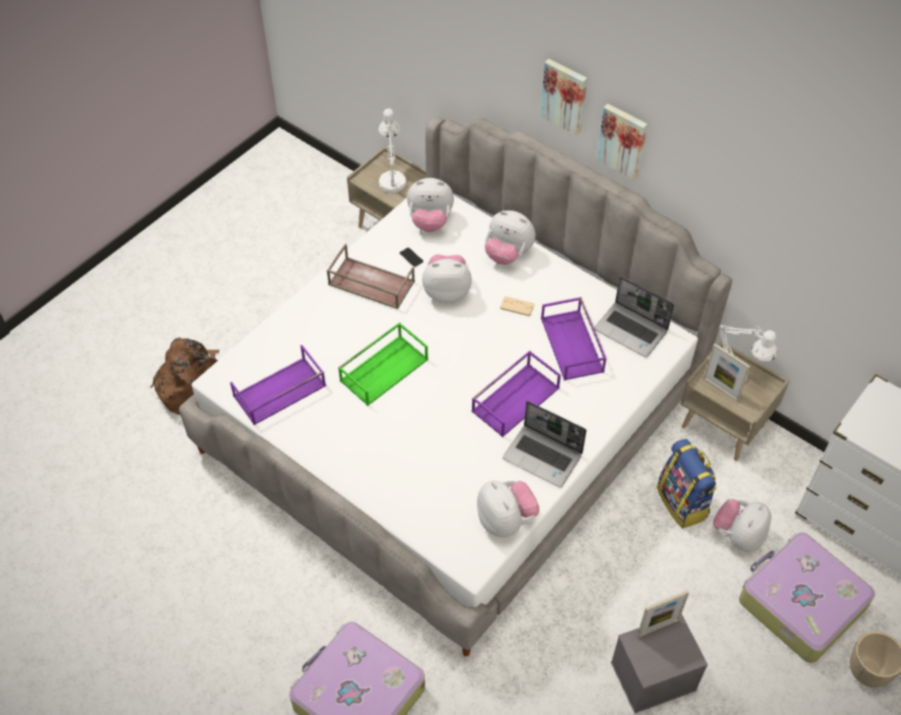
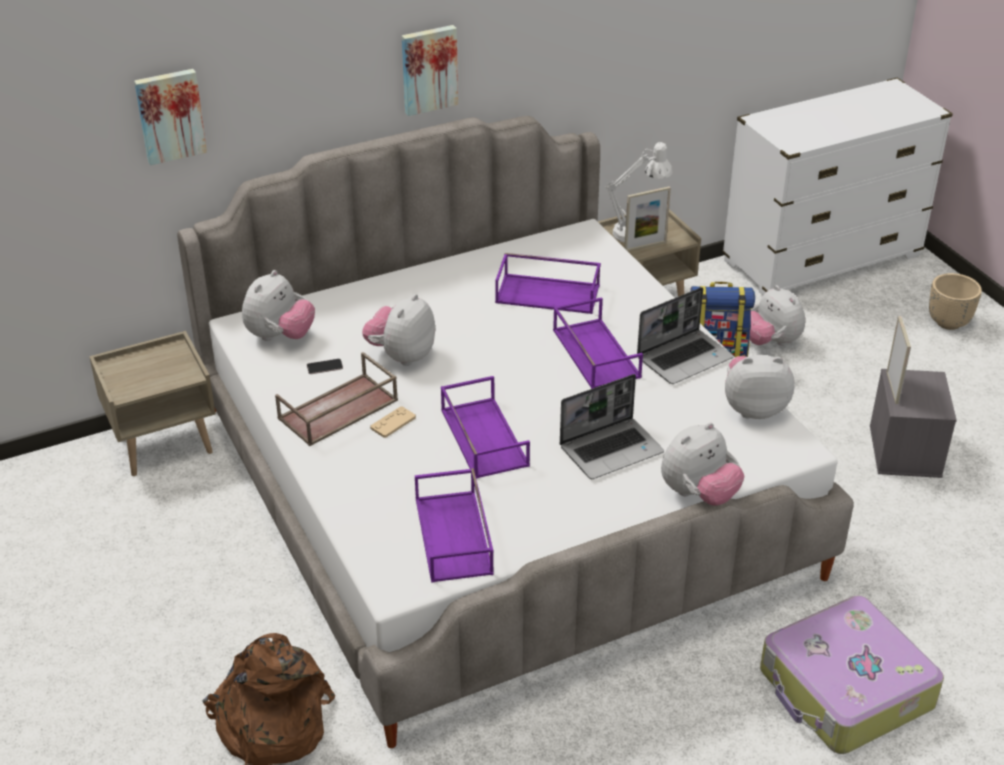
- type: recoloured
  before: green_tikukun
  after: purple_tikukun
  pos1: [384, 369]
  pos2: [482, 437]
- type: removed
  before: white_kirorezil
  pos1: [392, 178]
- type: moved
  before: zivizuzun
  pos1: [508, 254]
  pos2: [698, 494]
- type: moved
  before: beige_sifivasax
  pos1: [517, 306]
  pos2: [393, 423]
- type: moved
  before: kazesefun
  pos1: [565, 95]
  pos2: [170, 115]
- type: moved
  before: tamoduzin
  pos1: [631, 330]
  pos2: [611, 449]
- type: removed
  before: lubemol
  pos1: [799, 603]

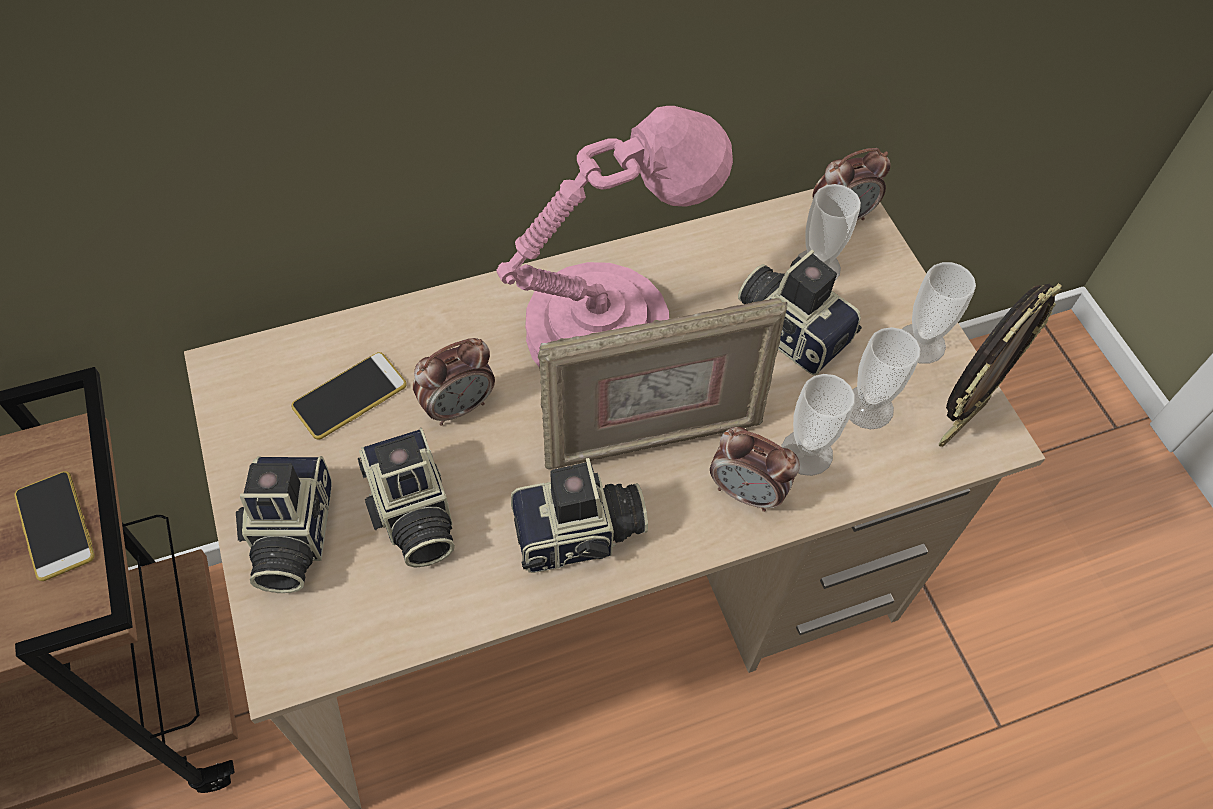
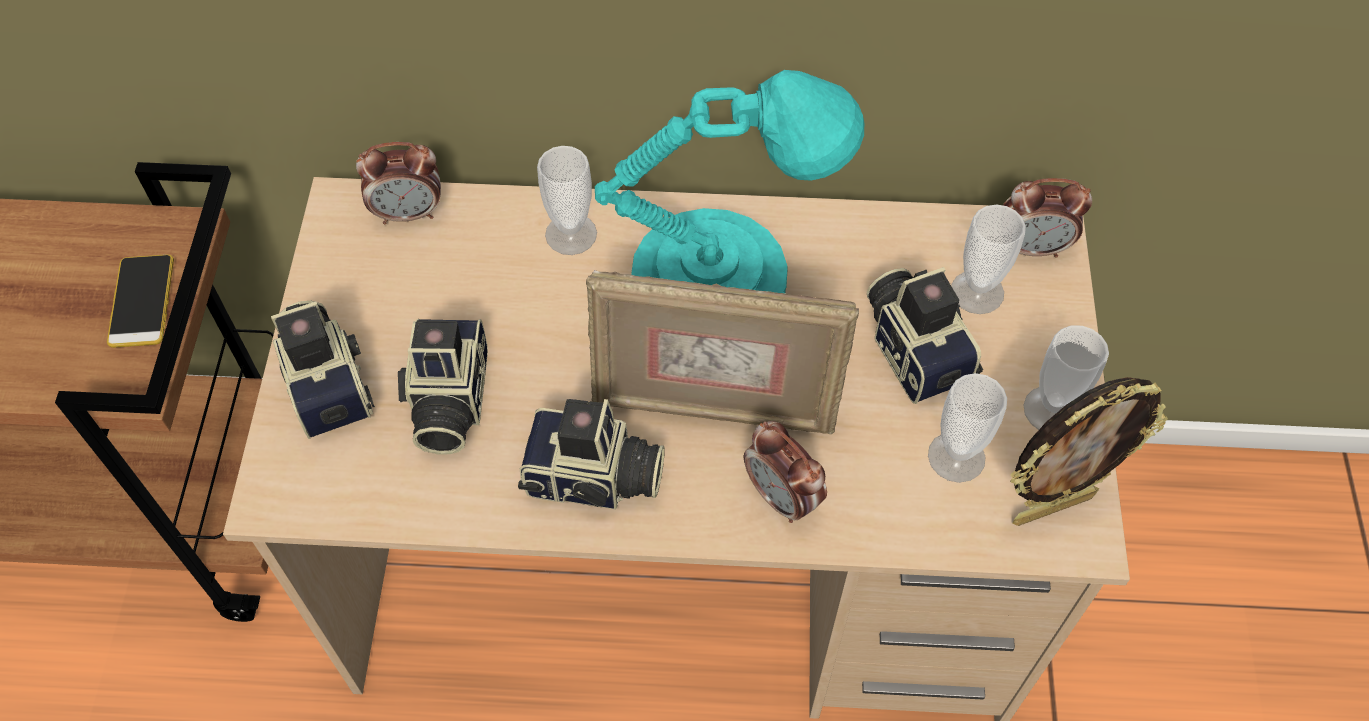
- type: turned
  before: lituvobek
  pos1: [290, 536]
  pos2: [329, 382]
  turn: 135
- type: removed
  before: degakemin
  pos1: [349, 396]
- type: moved
  before: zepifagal
  pos1: [458, 406]
  pos2: [409, 213]
- type: recoloured
  before: pink_kirorezil
  after: turquoise_kirorezil
  pos1: [608, 328]
  pos2: [723, 284]
- type: moved
  before: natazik
  pos1: [806, 453]
  pos2: [571, 234]

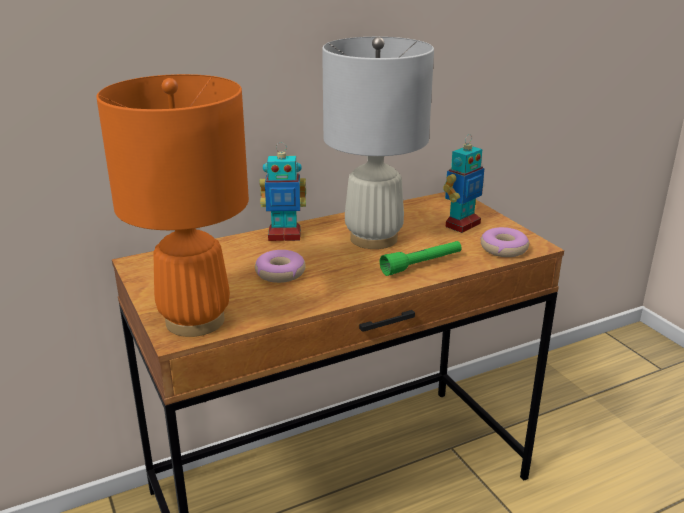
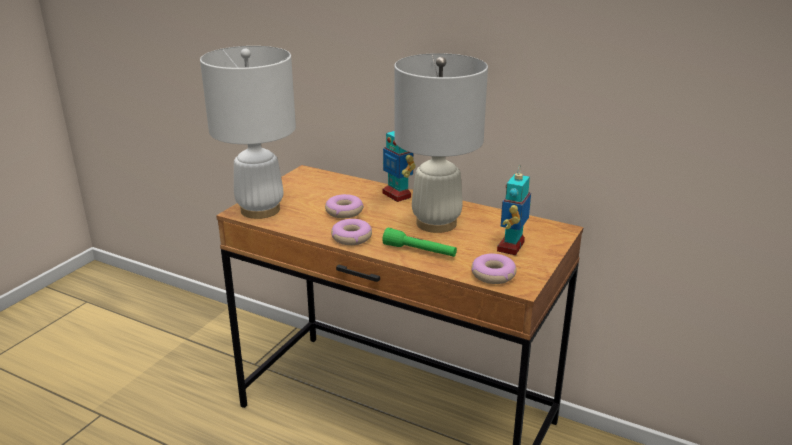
- type: recoloured
  before: orange_kirorezil
  after: white_kirorezil
  pos1: [195, 320]
  pos2: [260, 210]
- type: turned
  before: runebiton
  pos1: [462, 225]
  pos2: [511, 247]
  turn: 105
- type: added
  after: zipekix
  pos2: [351, 237]

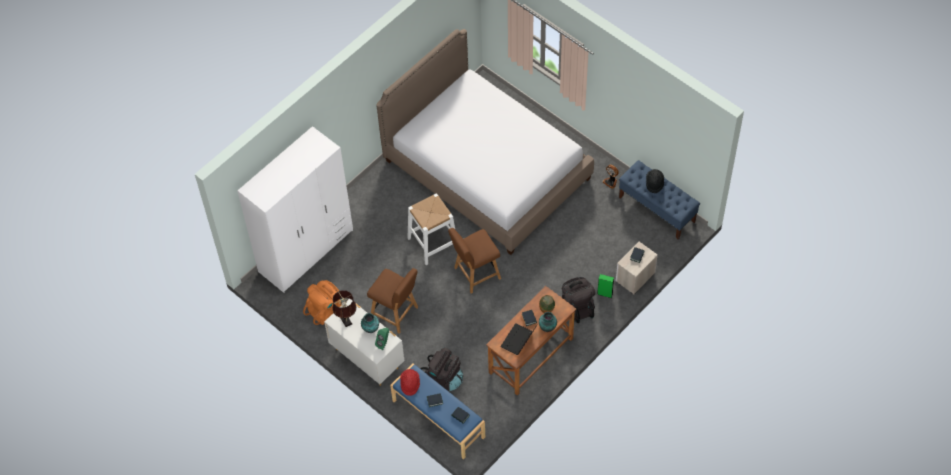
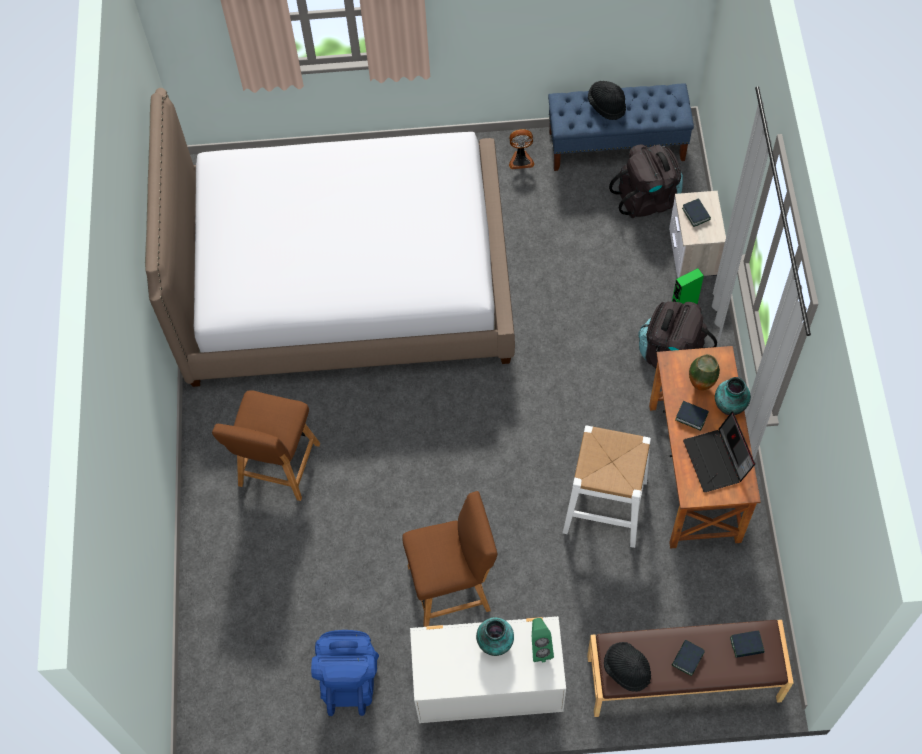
- type: removed
  before: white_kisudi
  pos1: [306, 251]
- type: recoloured
  before: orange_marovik
  after: blue_marovik
  pos1: [326, 310]
  pos2: [349, 678]
- type: removed
  before: brown_kirorezil
  pos1: [346, 322]
- type: recoloured
  before: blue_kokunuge
  after: brown_kokunuge
  pos1: [438, 419]
  pos2: [683, 679]
- type: recoloured
  before: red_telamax
  after: black_telamax
  pos1: [410, 384]
  pos2: [627, 669]
- type: moved
  before: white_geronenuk
  pos1: [433, 243]
  pos2: [605, 506]
- type: moved
  before: black_marovik
  pos1: [444, 379]
  pos2: [647, 198]
- type: moved
  before: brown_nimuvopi
  pos1: [475, 274]
  pos2: [278, 468]

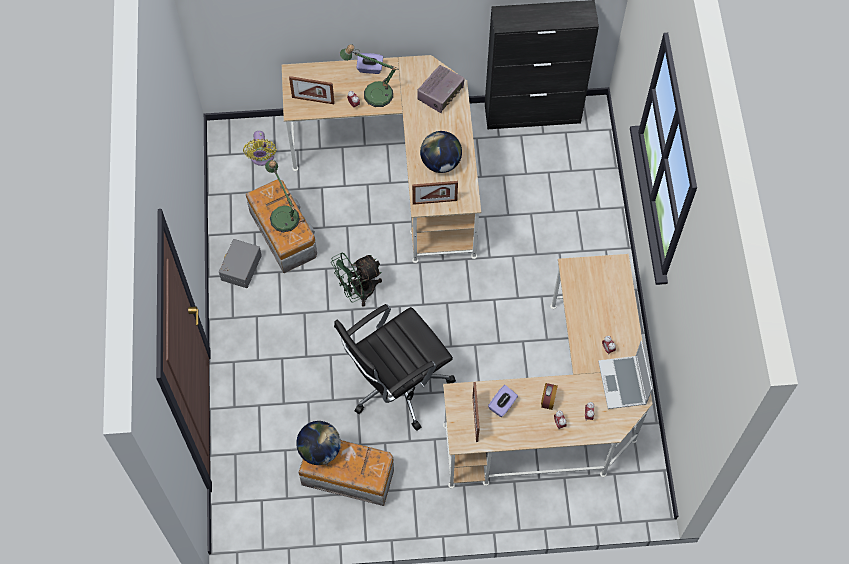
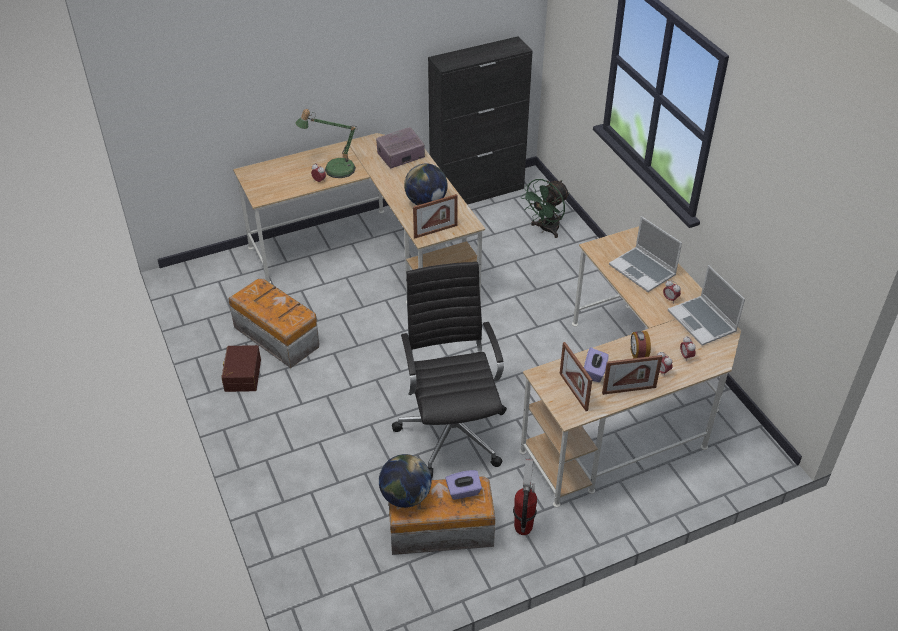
- type: recoloured
  before: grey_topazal
  after: brown_topazal
  pos1: [240, 267]
  pos2: [241, 375]
- type: removed
  before: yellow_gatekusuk
  pos1: [262, 158]
- type: removed
  before: kirorezil
  pos1: [283, 214]
- type: moved
  before: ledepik
  pos1: [313, 100]
  pos2: [629, 390]
- type: moved
  before: green_gatekusuk
  pos1: [358, 291]
  pos2: [545, 229]
- type: turned
  before: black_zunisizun
  pos1: [396, 384]
  pos2: [452, 430]
  turn: 135
- type: moved
  before: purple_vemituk
  pos1: [370, 68]
  pos2: [463, 491]
- type: turned
  before: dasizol
  pos1: [441, 94]
  pos2: [400, 156]
  turn: -135
- type: added
  after: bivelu
  pos2: [523, 527]
- type: added
  after: tamoduzin
  pos2: [643, 270]

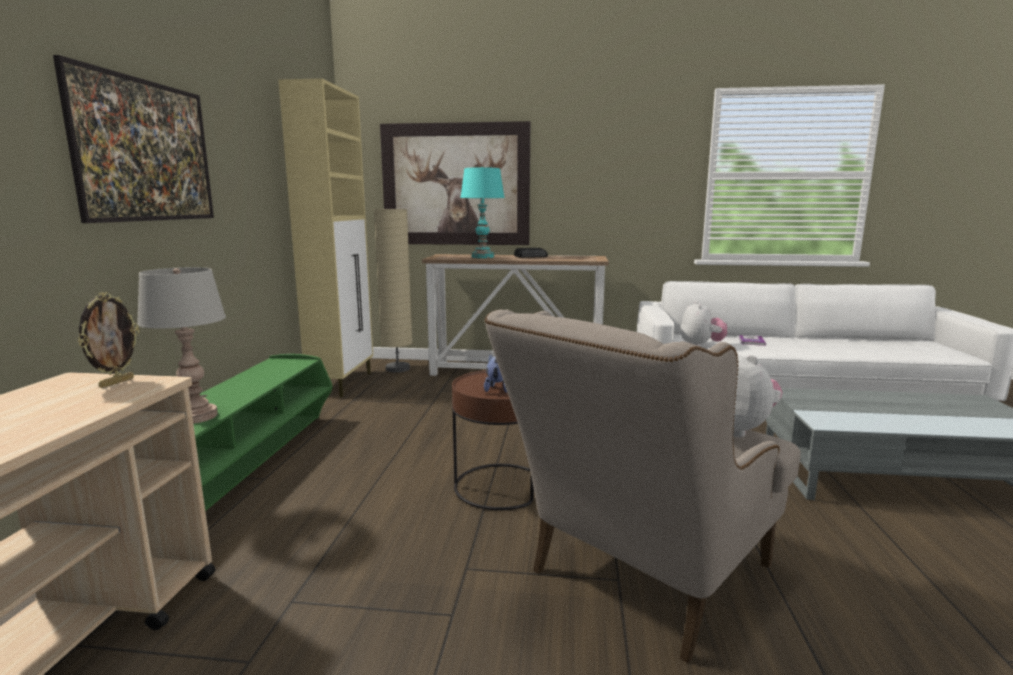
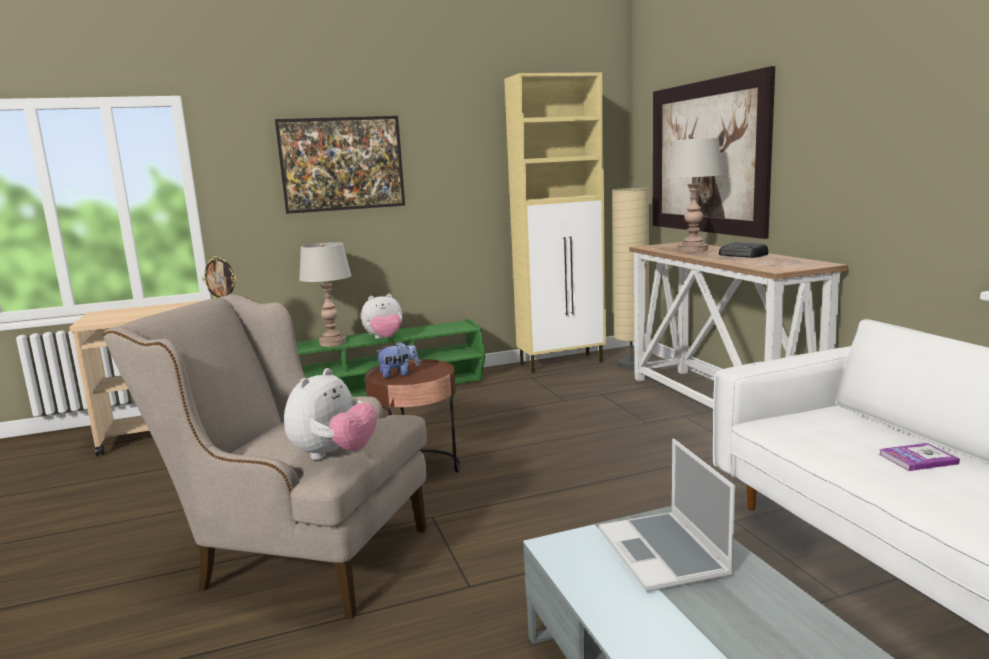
- type: recoloured
  before: turquoise_kirorezil
  after: grey_kirorezil
  pos1: [483, 257]
  pos2: [693, 250]
- type: moved
  before: zivizuzun
  pos1: [701, 345]
  pos2: [384, 338]
- type: added
  after: tamoduzin
  pos2: [665, 554]

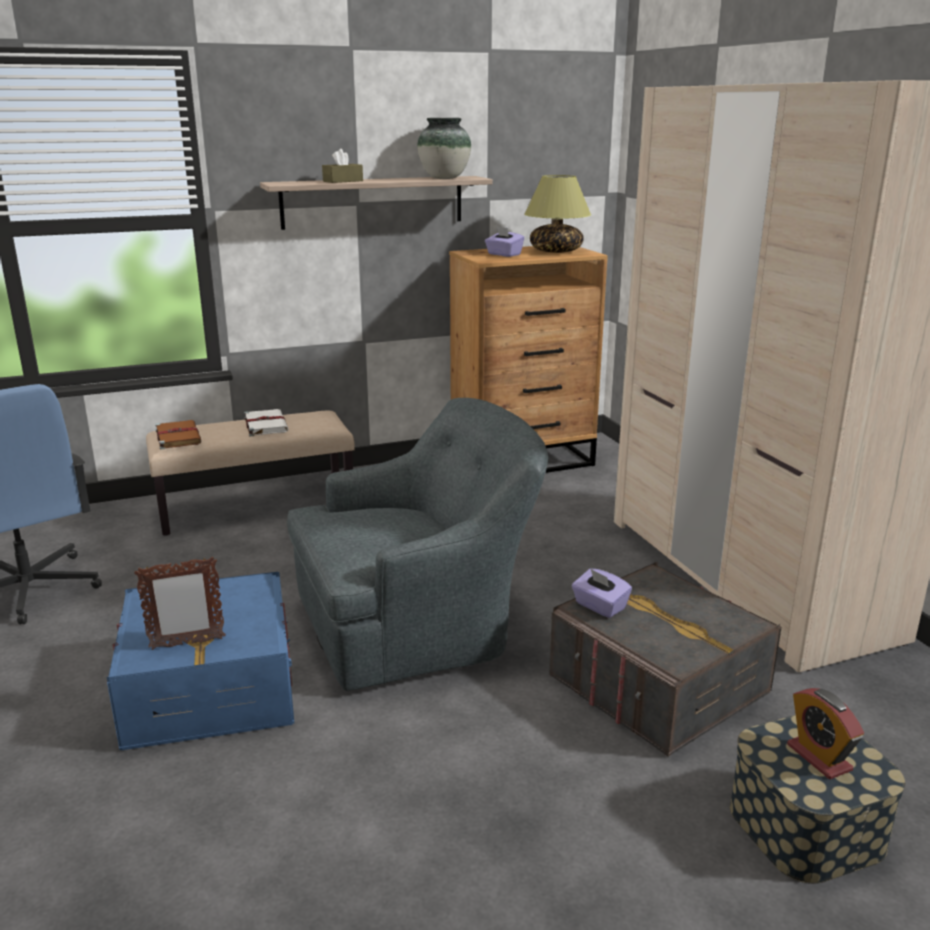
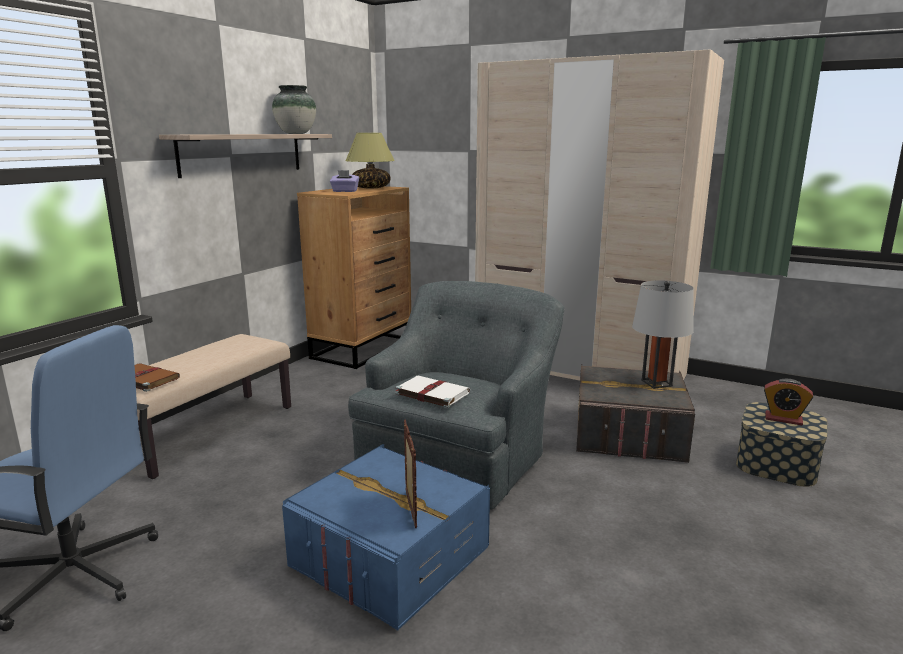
- type: turned
  before: ledepik
  pos1: [187, 644]
  pos2: [410, 510]
  turn: -45
- type: moved
  before: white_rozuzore
  pos1: [265, 424]
  pos2: [431, 393]
- type: removed
  before: brown_vemituk
  pos1: [343, 181]
- type: removed
  before: purple_vemituk
  pos1: [599, 606]
- type: added
  after: grey_kirorezil
  pos2: [656, 383]

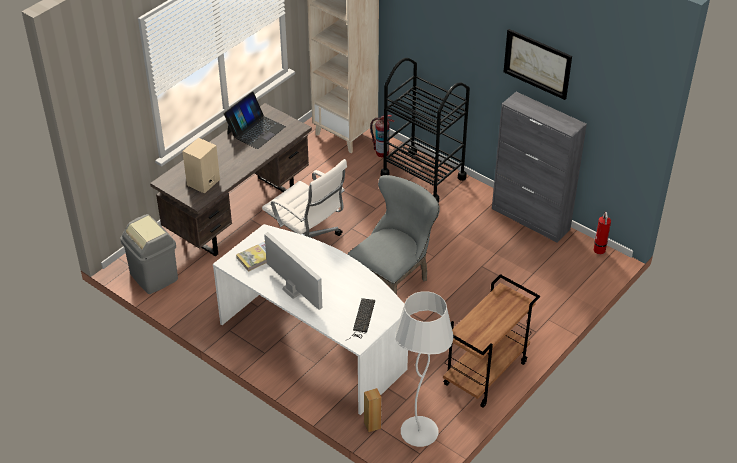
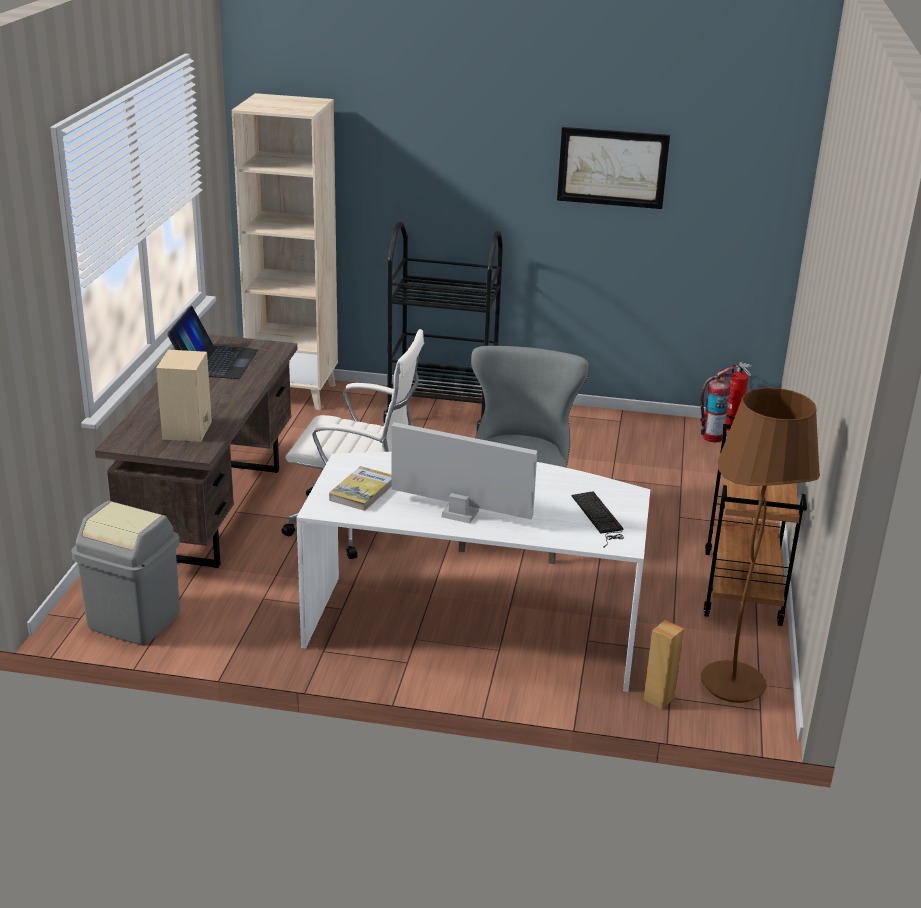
- type: moved
  before: bivelu
  pos1: [382, 152]
  pos2: [711, 437]
- type: recoloured
  before: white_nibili
  after: brown_nibili
  pos1: [419, 433]
  pos2: [732, 684]
- type: removed
  before: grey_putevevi
  pos1: [531, 219]

